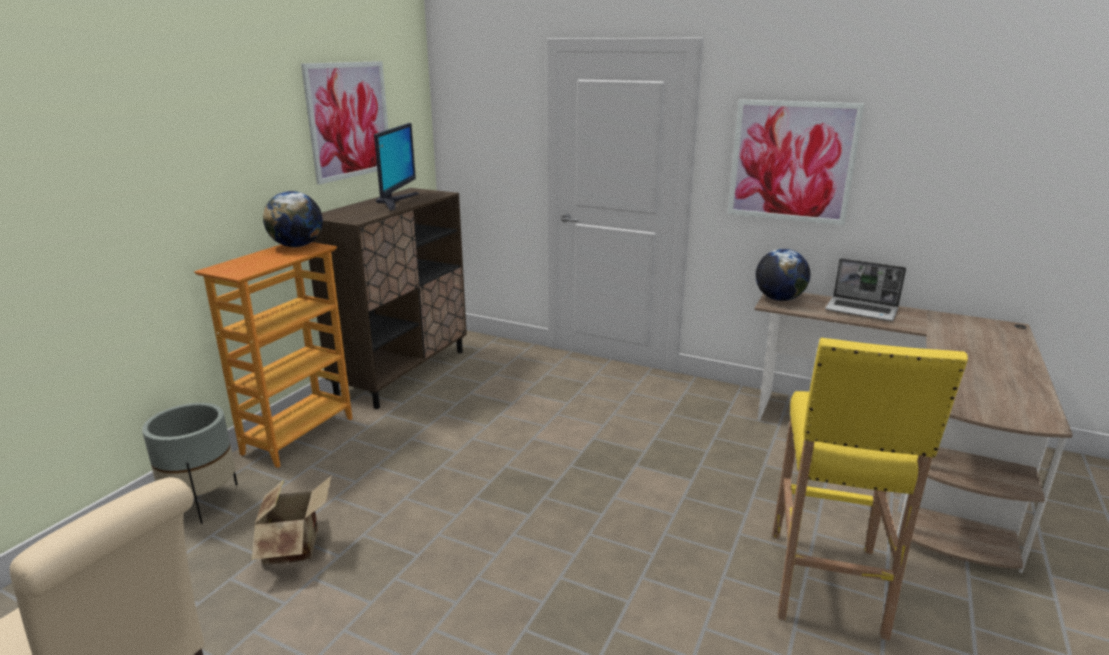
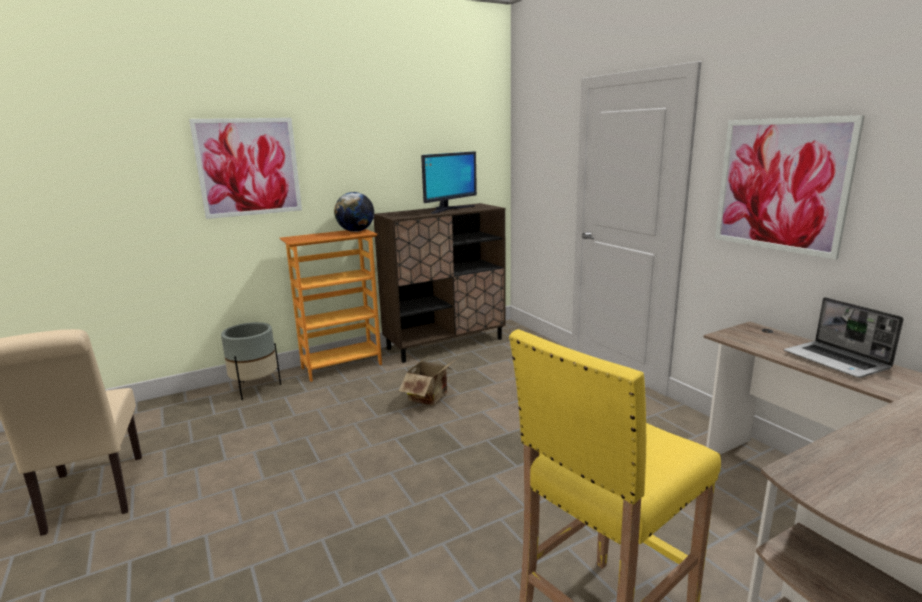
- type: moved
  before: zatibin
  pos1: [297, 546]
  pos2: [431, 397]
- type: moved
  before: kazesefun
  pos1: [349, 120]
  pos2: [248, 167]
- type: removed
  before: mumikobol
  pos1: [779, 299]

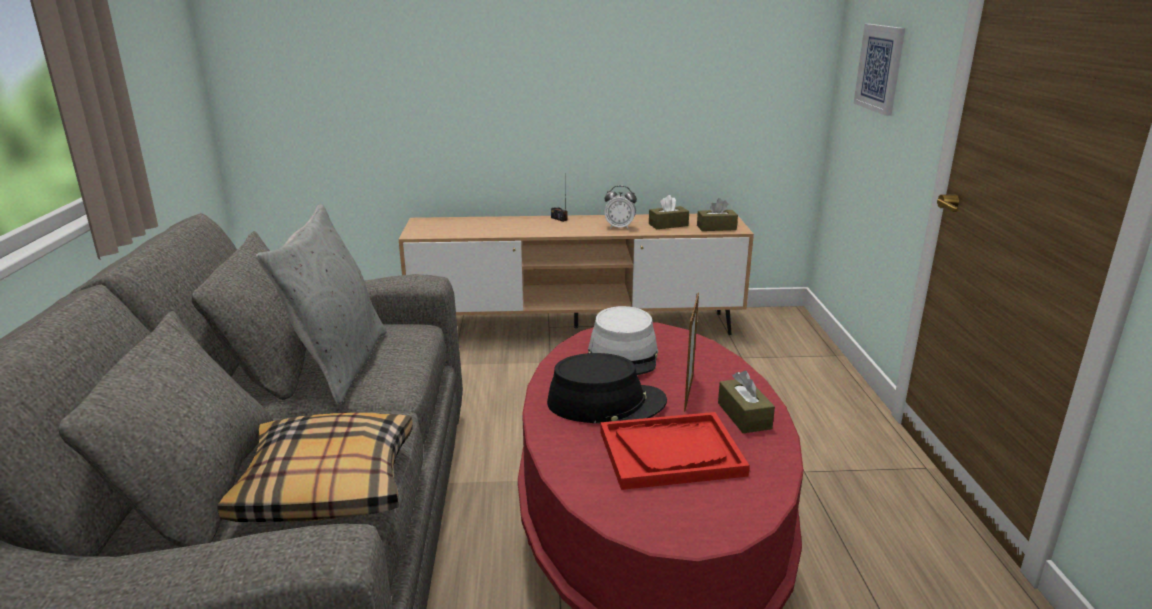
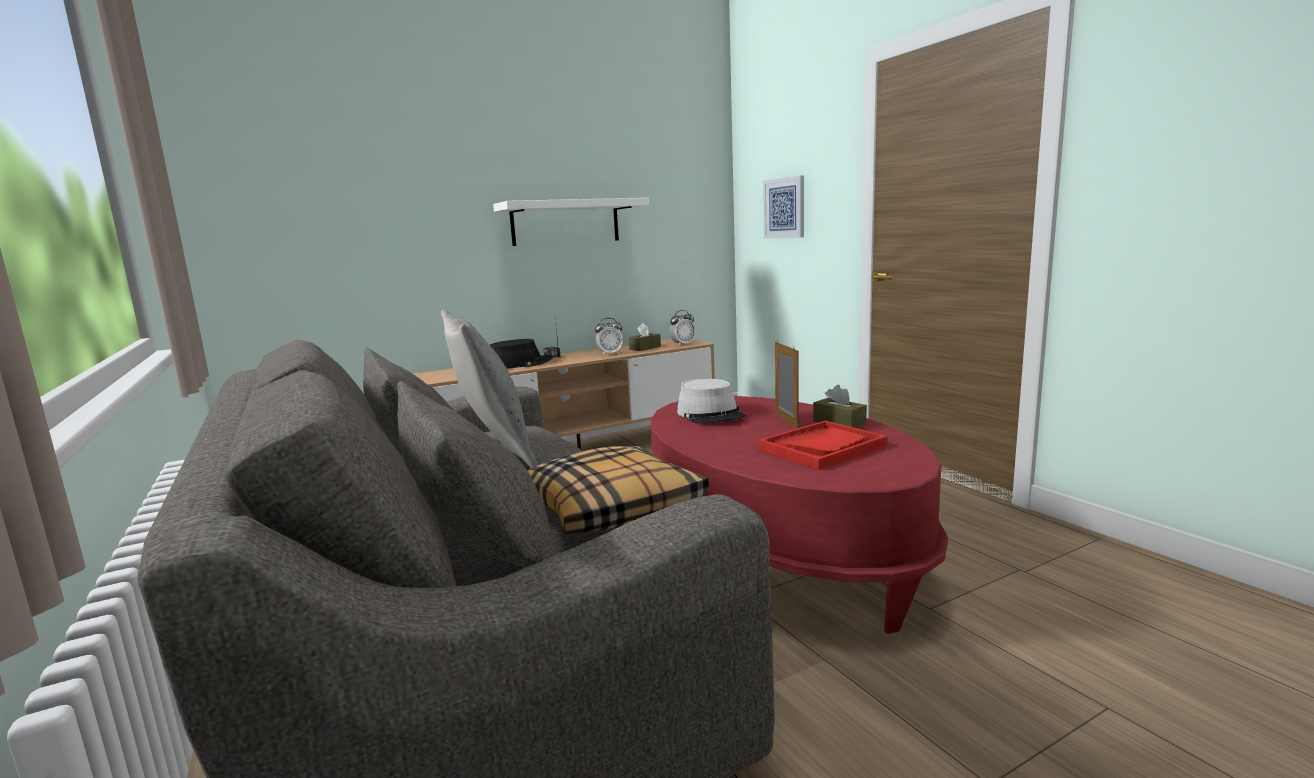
- type: moved
  before: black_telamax
  pos1: [606, 403]
  pos2: [520, 363]
- type: replaced
  before: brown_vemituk
  after: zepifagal
  pos1: [716, 227]
  pos2: [682, 344]
- type: added
  after: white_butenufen
  pos2: [565, 222]

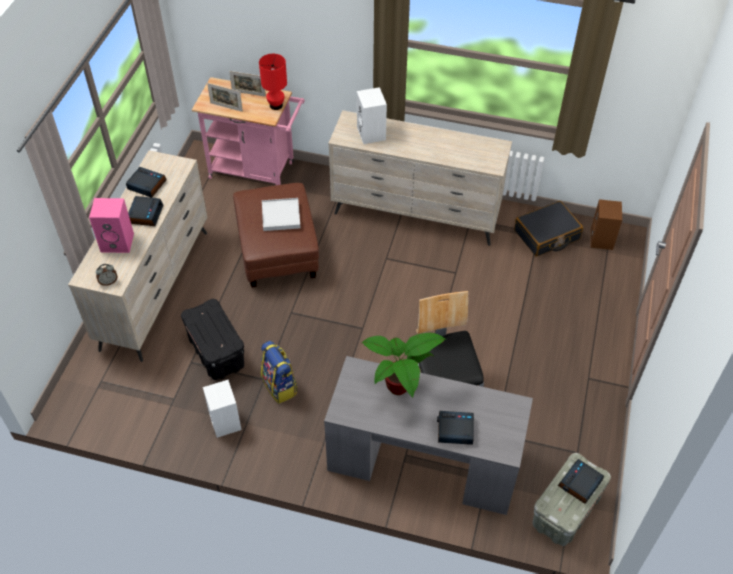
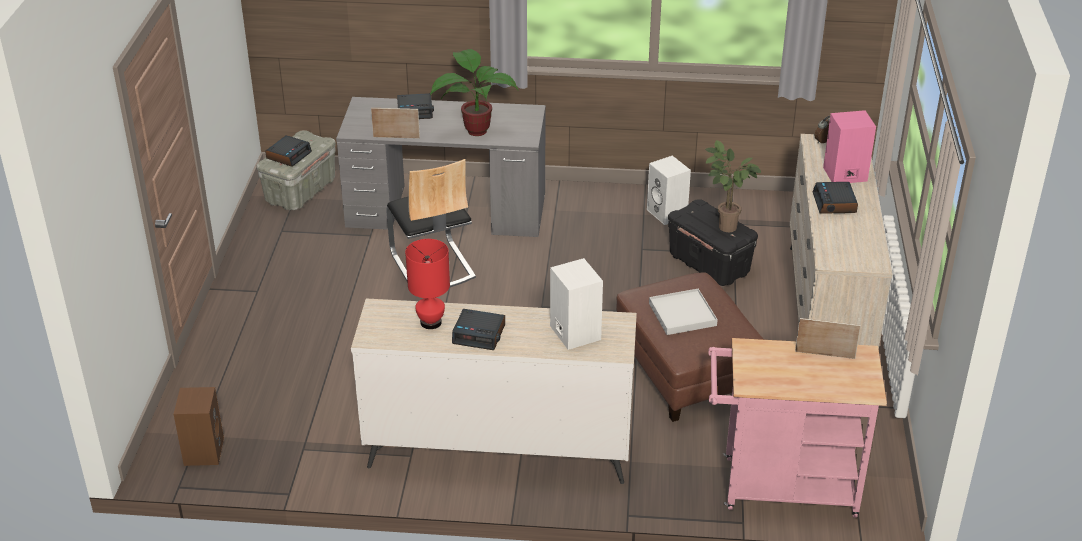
- type: moved
  before: zepifagal
  pos1: [146, 185]
  pos2: [479, 334]
- type: moved
  before: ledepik
  pos1: [248, 93]
  pos2: [396, 137]
- type: moved
  before: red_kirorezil
  pos1: [276, 105]
  pos2: [430, 322]
- type: removed
  before: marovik
  pos1: [280, 386]
- type: removed
  before: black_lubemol
  pos1: [547, 235]
- type: added
  after: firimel
  pos2: [724, 227]

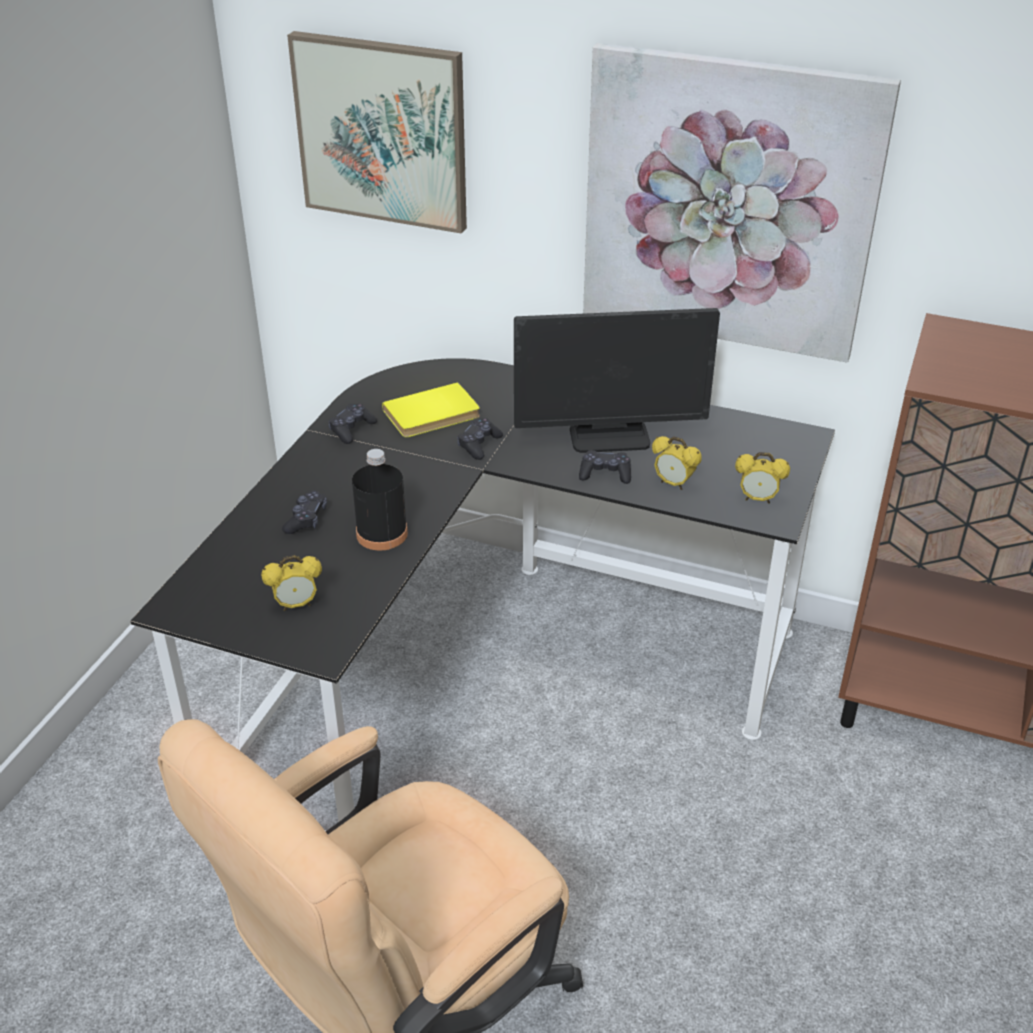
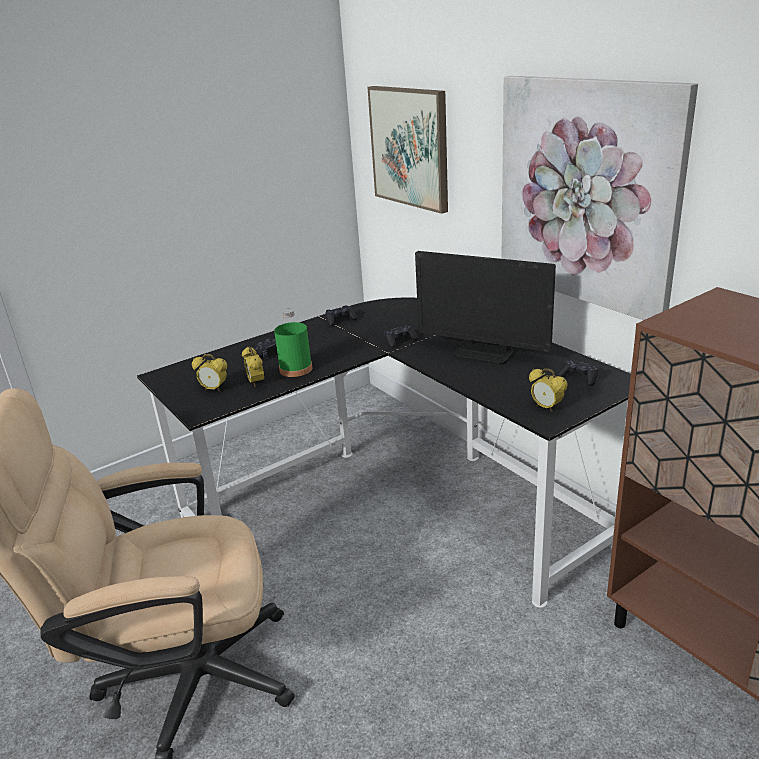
- type: recoloured
  before: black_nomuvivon
  after: green_nomuvivon
  pos1: [382, 534]
  pos2: [296, 369]
- type: removed
  before: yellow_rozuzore
  pos1: [433, 415]
- type: moved
  before: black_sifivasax
  pos1: [605, 474]
  pos2: [579, 378]
- type: moved
  before: zepifagal
  pos1: [673, 484]
  pos2: [256, 383]

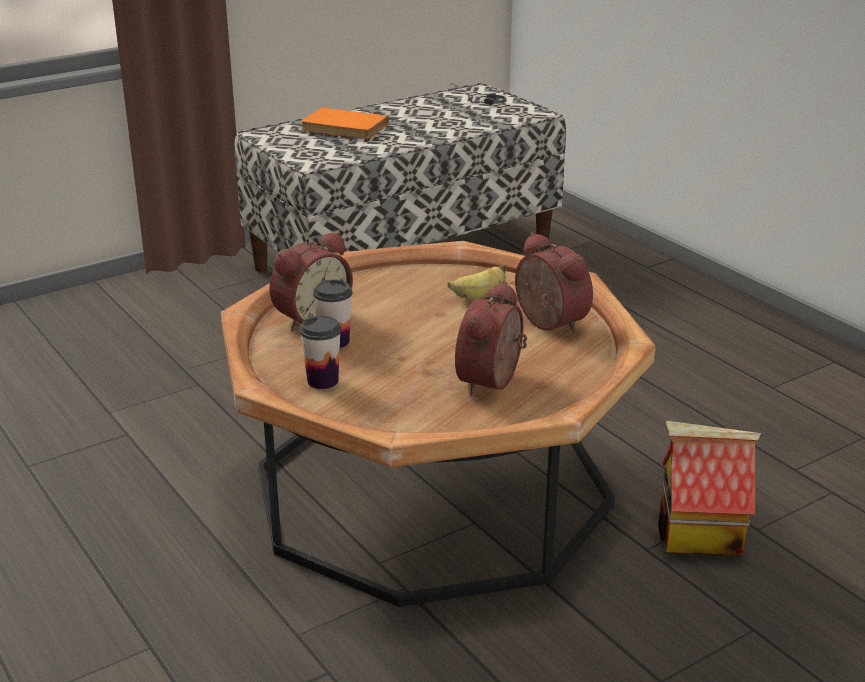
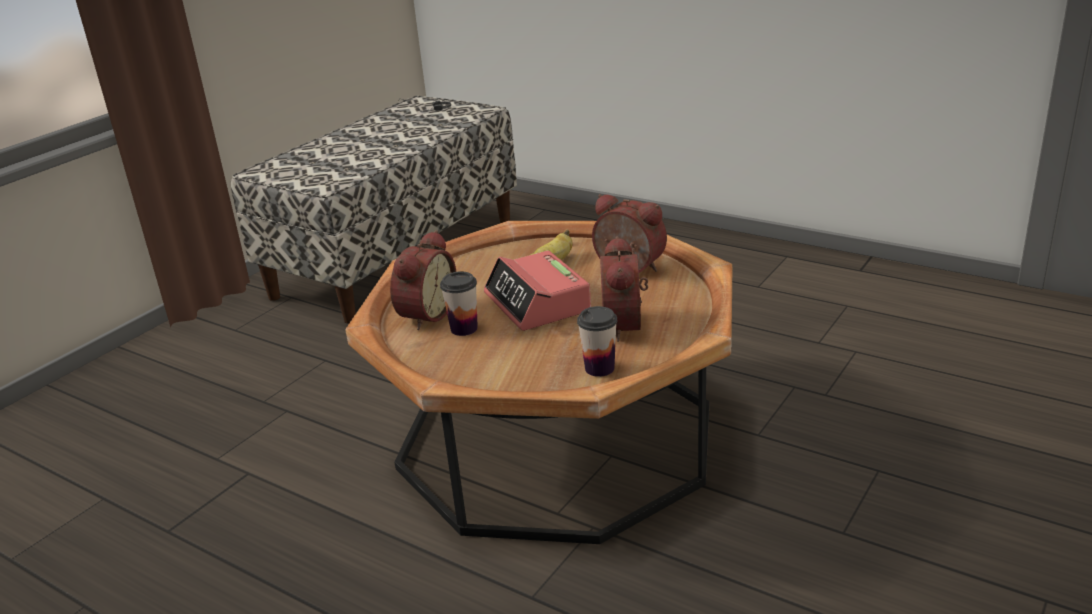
- type: moved
  before: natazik
  pos1: [322, 381]
  pos2: [599, 368]
- type: removed
  before: orange_rozuzore
  pos1: [343, 128]
- type: removed
  before: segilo
  pos1: [698, 535]
- type: added
  after: zepifagal
  pos2: [537, 303]

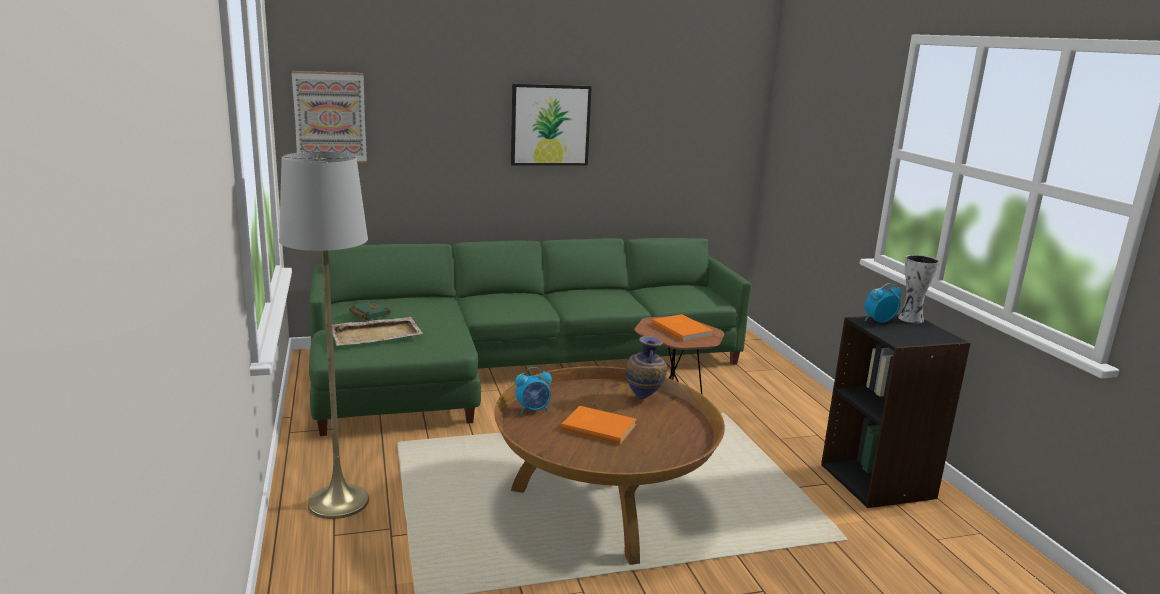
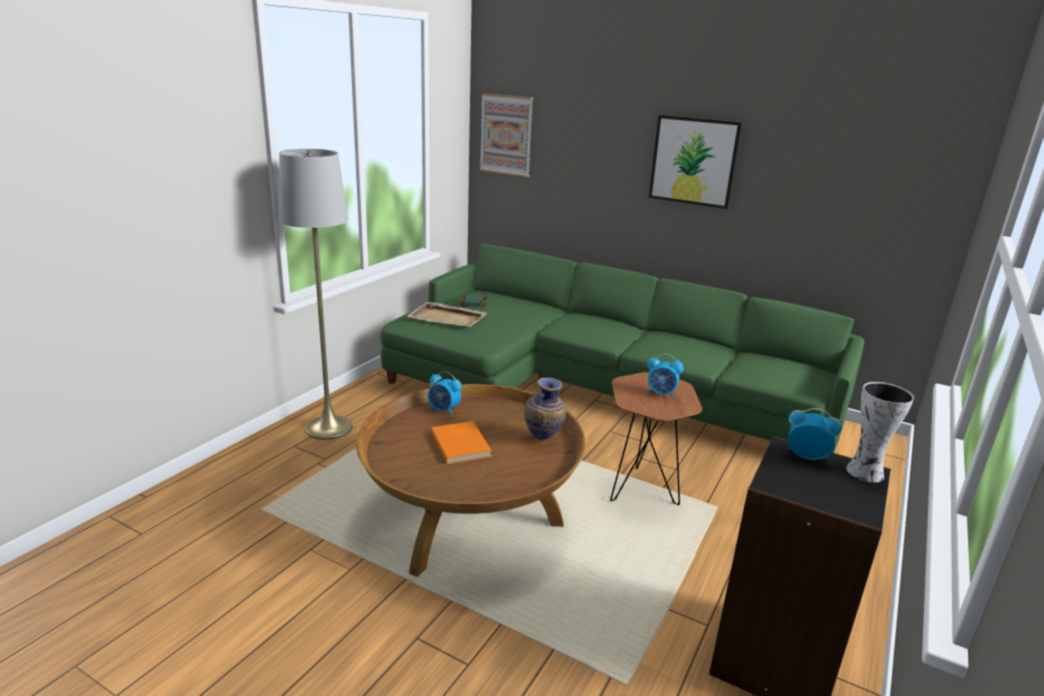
- type: replaced
  before: orange_rozuzore
  after: zepifagal
  pos1: [682, 329]
  pos2: [661, 394]

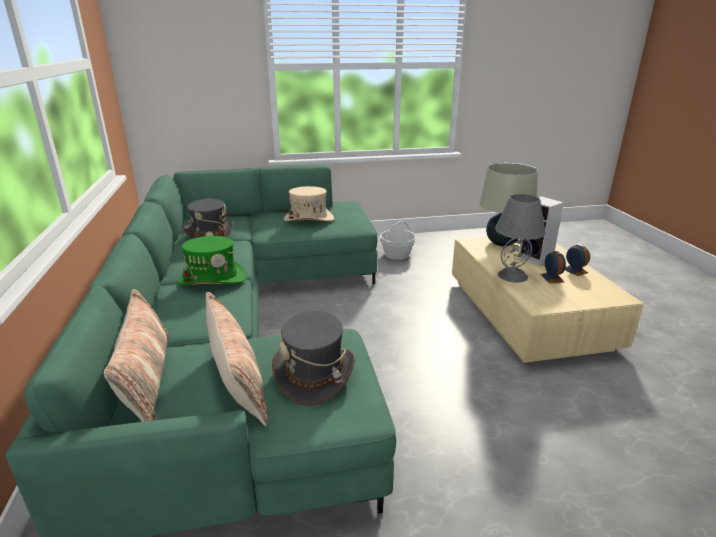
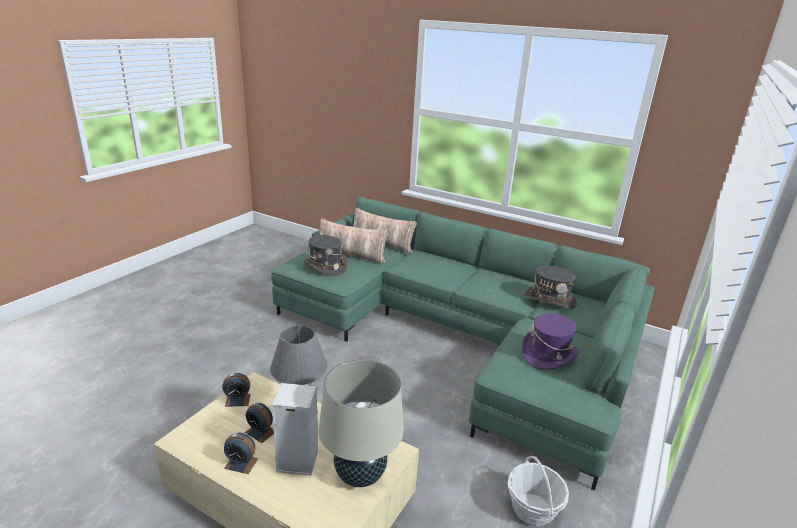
- type: removed
  before: green_telamax
  pos1: [213, 279]
- type: recoloured
  before: beige_telamax
  after: purple_telamax
  pos1: [309, 219]
  pos2: [548, 354]
- type: added
  after: zepifagal
  pos2: [237, 400]

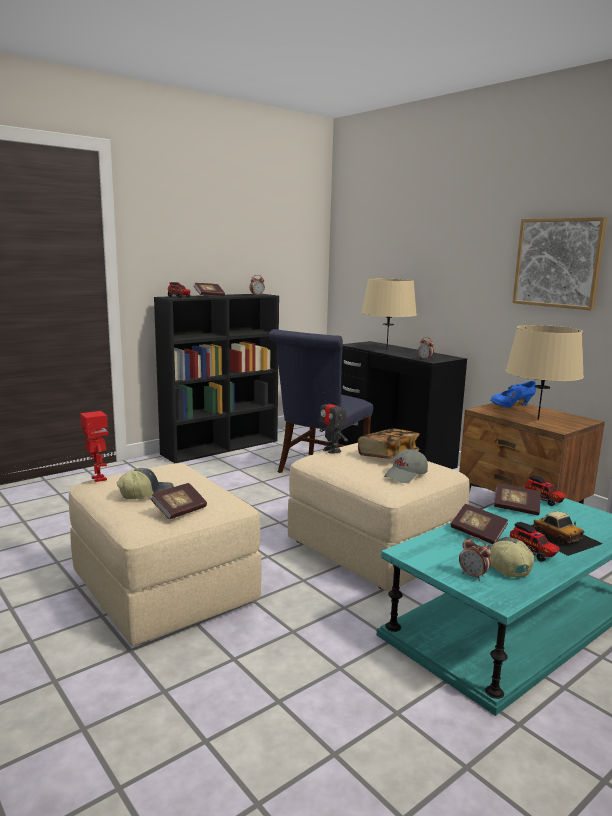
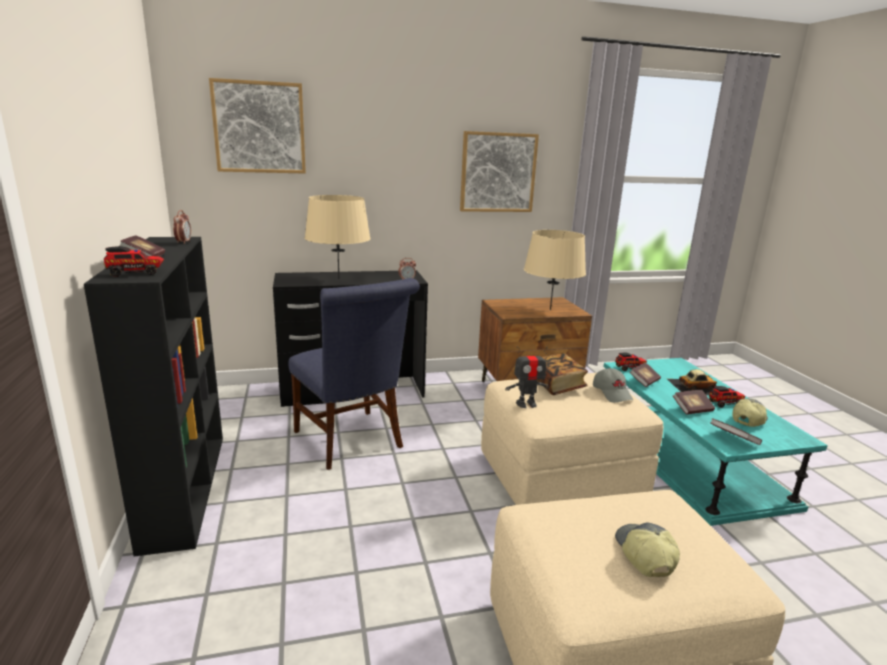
- type: removed
  before: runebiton
  pos1: [98, 479]
- type: moved
  before: rozuzore
  pos1: [179, 511]
  pos2: [733, 440]
- type: removed
  before: zepifagal
  pos1: [473, 576]
- type: turned
  before: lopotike
  pos1: [504, 565]
  pos2: [748, 419]
  turn: 120
- type: removed
  before: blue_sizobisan
  pos1: [511, 406]
- type: added
  after: kazesefun
  pos2: [259, 127]

